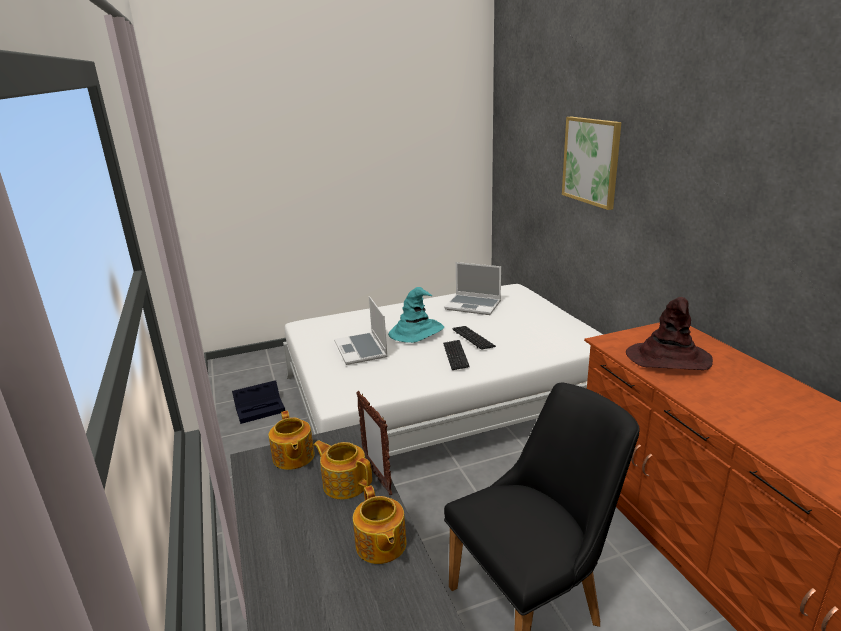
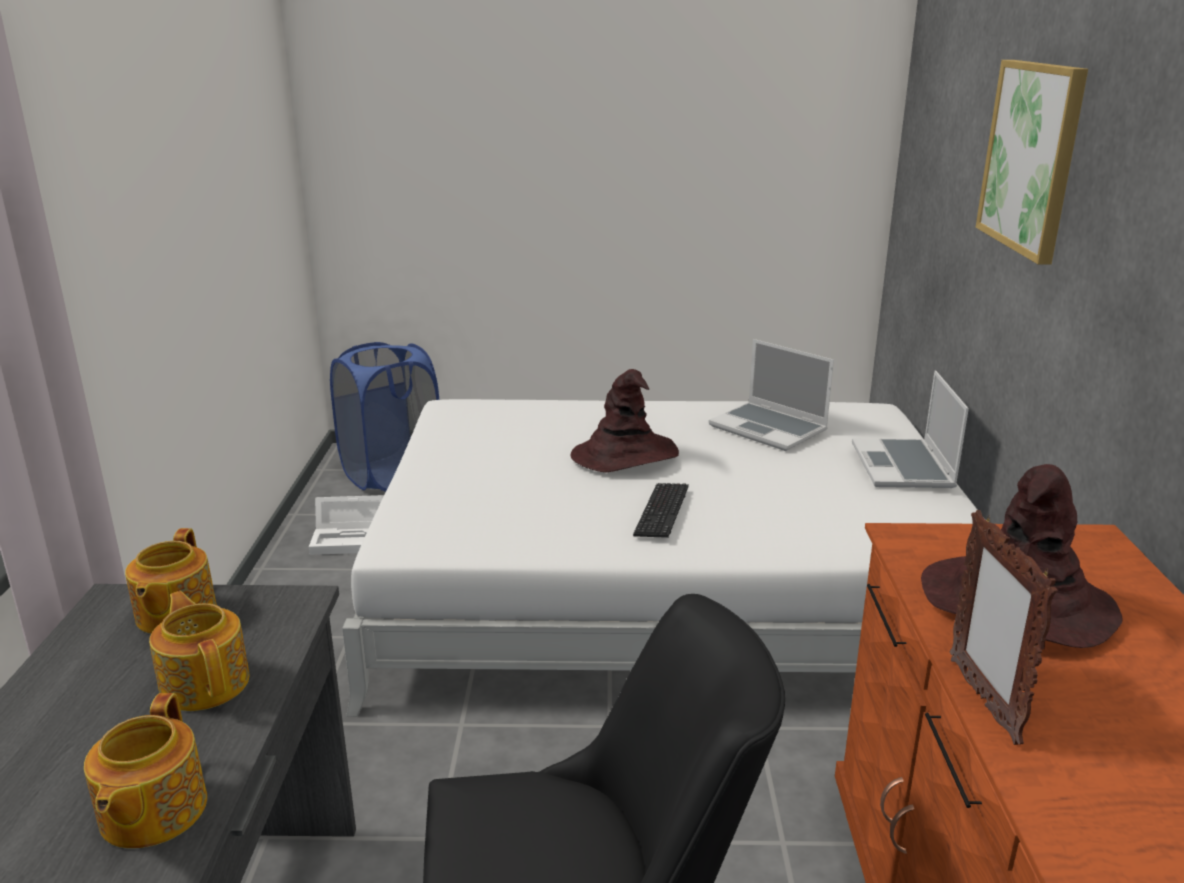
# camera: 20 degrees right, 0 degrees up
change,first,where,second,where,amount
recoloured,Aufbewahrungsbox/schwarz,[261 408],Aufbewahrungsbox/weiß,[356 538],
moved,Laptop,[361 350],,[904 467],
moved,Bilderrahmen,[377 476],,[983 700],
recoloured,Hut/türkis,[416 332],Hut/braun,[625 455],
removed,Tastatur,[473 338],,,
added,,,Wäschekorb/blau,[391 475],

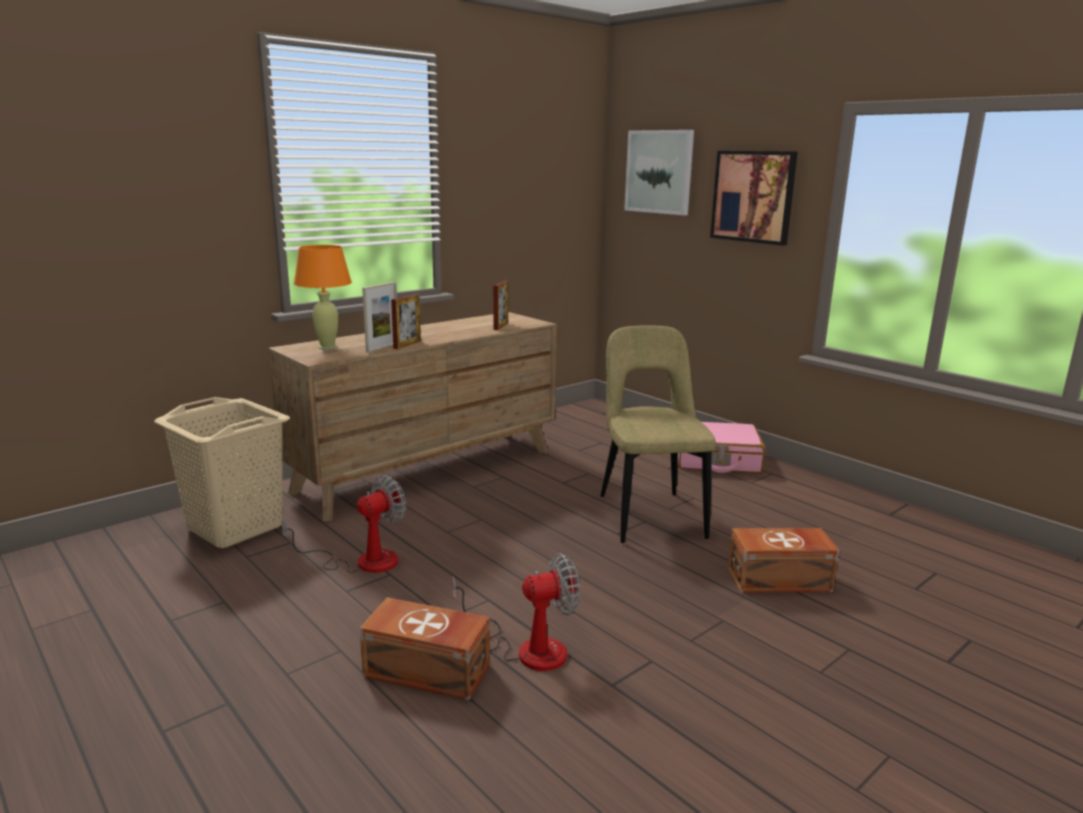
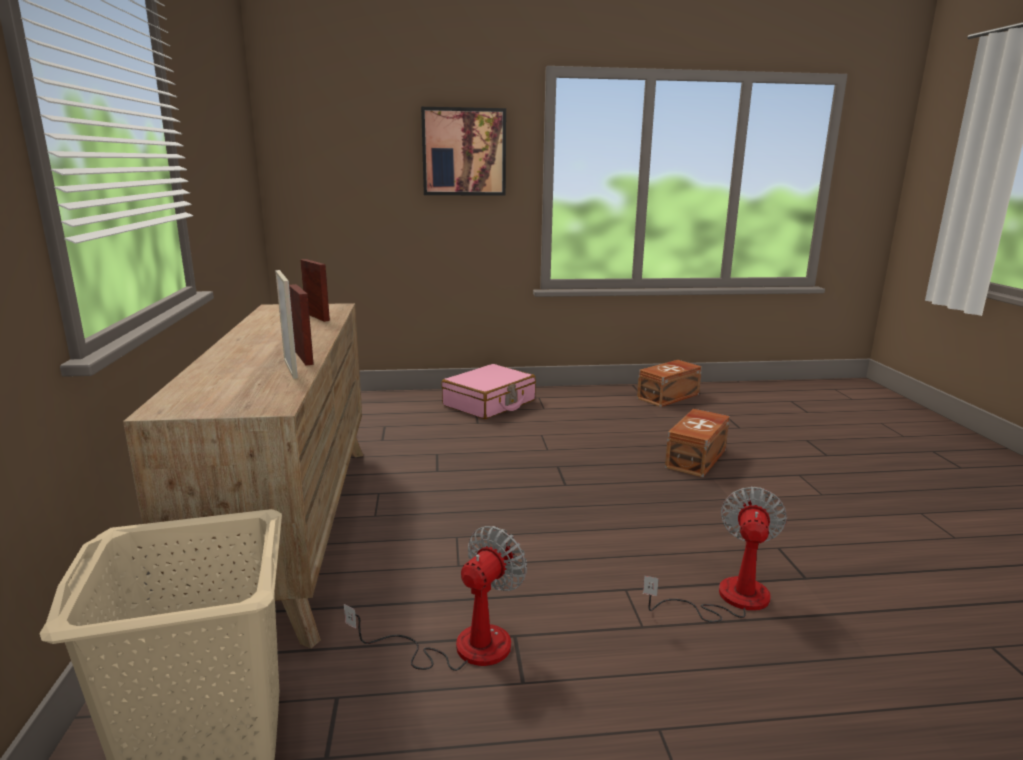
# camera: 55 degrees left, 0 degrees up
change,first,where,second,where,amount
turned,Ventilator,[362 561],,[461 647],45 degrees clockwise
removed,Tischlampe/orange,[327 347],,,
moved,Aufbewahrungsbox/braun,[428 672],,[669 396],
removed,Stuhl/beige,[649 514],,,
removed,Bild,[659 172],,,

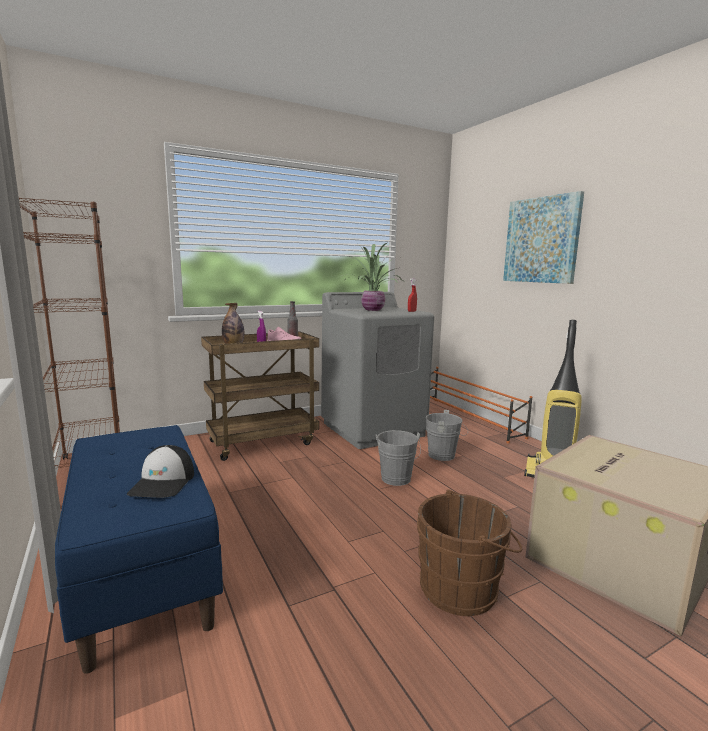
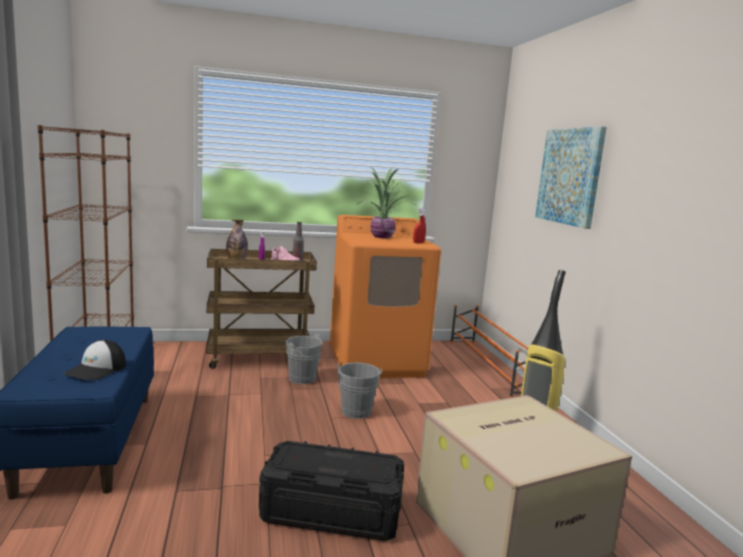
# camera: 15 degrees right, 0 degrees up
change,first,where,second,where,amount
recoloured,Waschmaschine/grau,[373 429],Waschmaschine/orange,[377 362],
replaced,Eimer/braun,[463 588],Aufbewahrungsbox/schwarz,[331 512],
moved,Eimer/grau,[444 456],,[304 380],

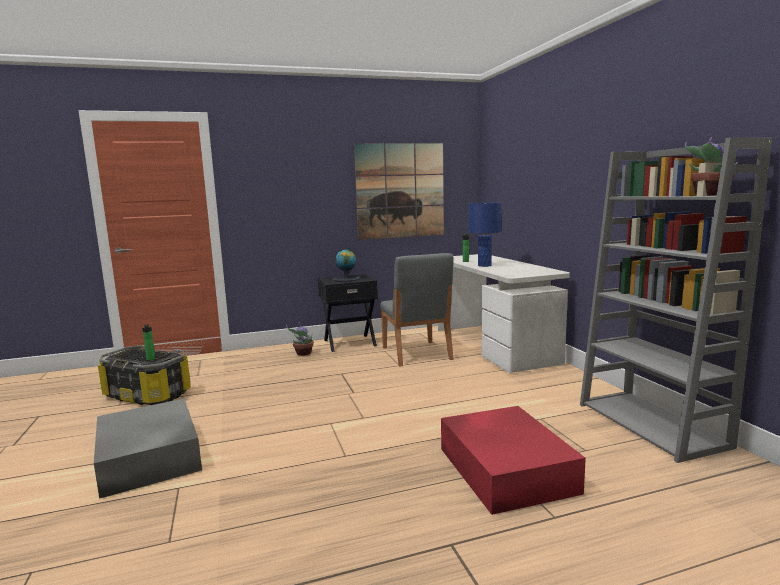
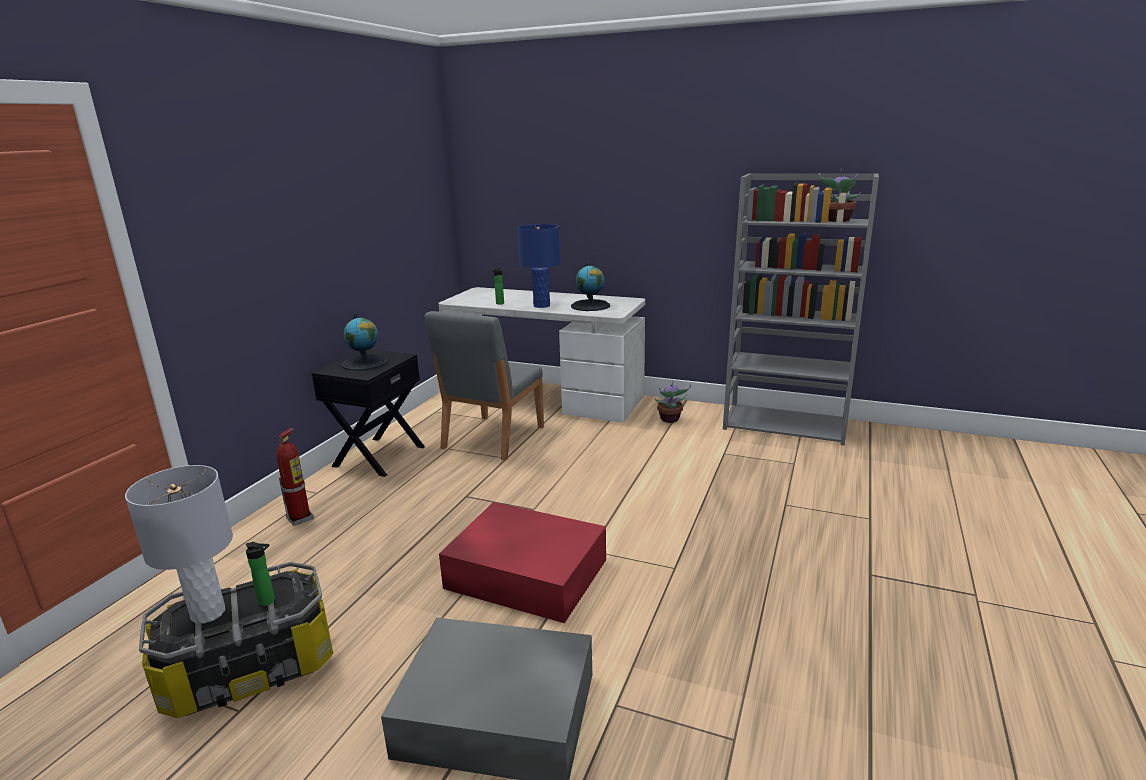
# camera: 50 degrees left, 10 degrees up
change,first,where,second,where,amount
moved,Topfpflanze,[303 353],,[670 419],
removed,Bild,[400 191],,,
turned,Stuhl/grau,[416 353],,[492 438],90 degrees clockwise
moved,Aufbewahrungsbox/rot,[506 468],,[525 573],
added,,,Tischlampe/grau,[208 613],
added,,,Feuerlöscher,[300 518],
added,,,Globus,[590 306],

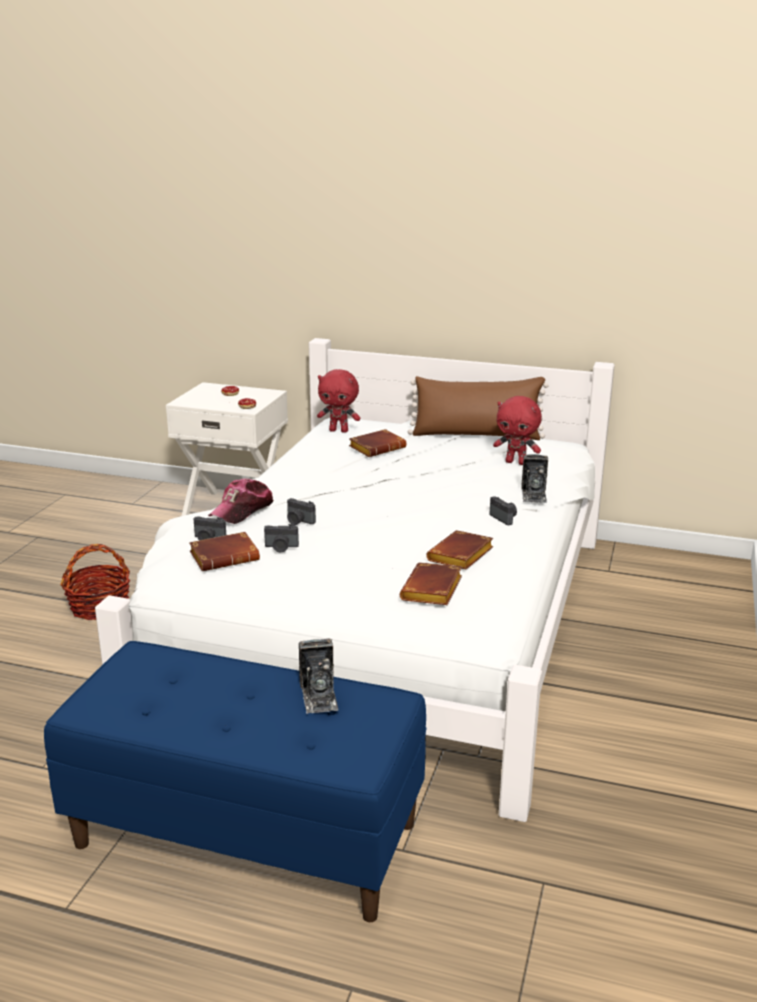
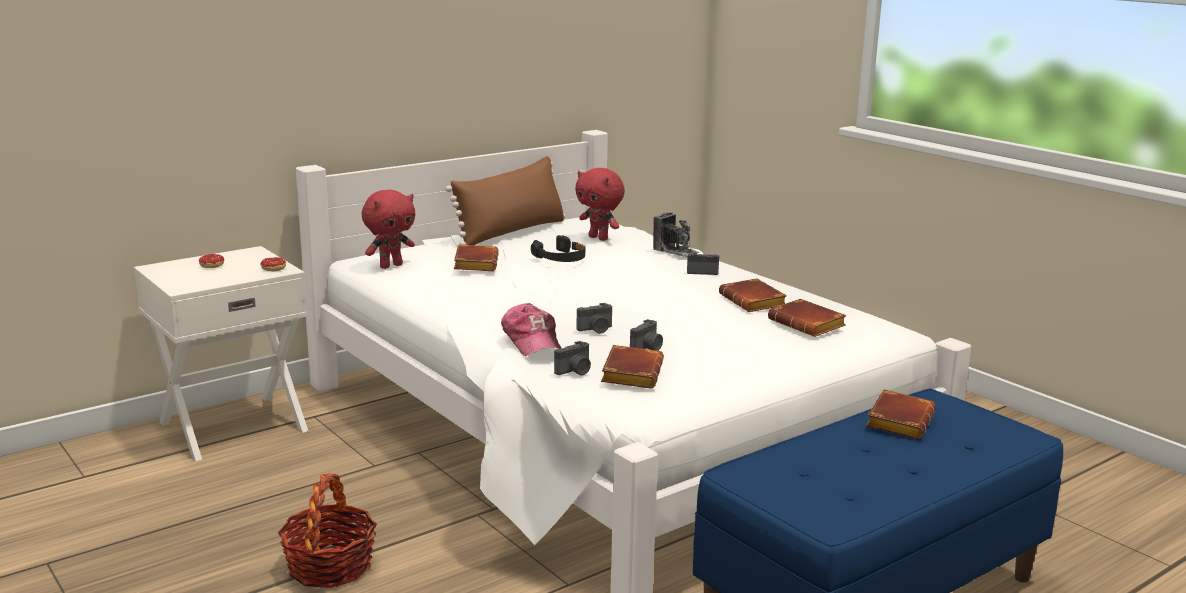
# camera: 55 degrees left, 5 degrees down
change,first,where,second,where,amount
replaced,Kamera,[319 695],Buch/braun,[898 420],
turned,Plüschtier/rot,[516 462],,[599 238],75 degrees clockwise
added,,,Kopfhörer/schwarz,[561 258],

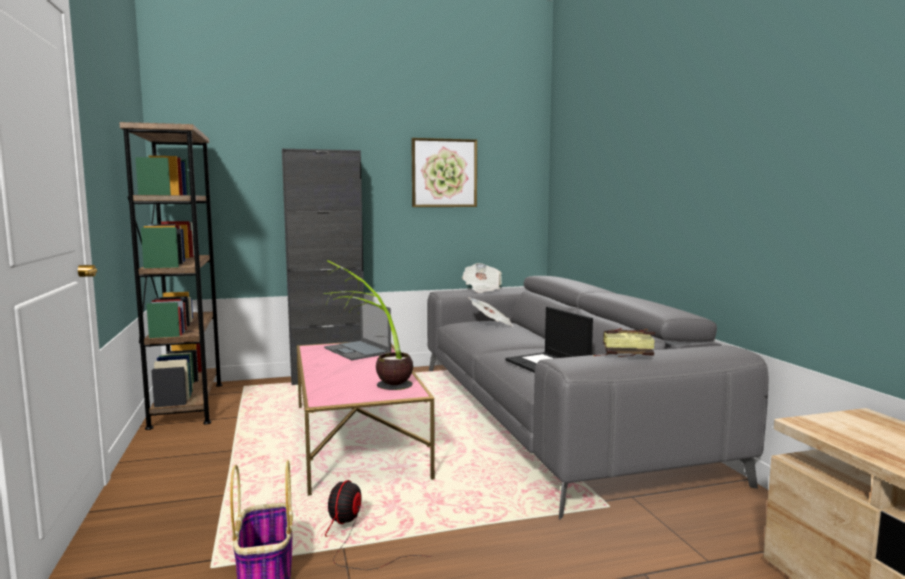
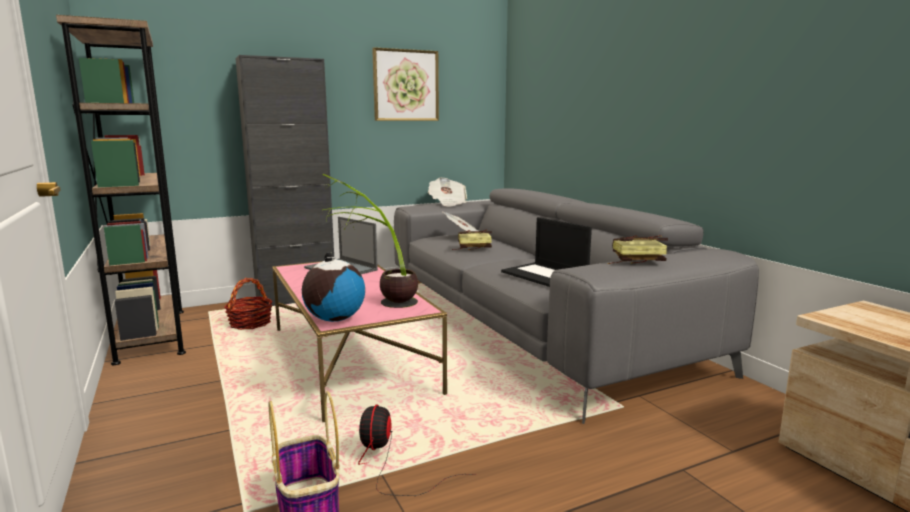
# camera: 10 degrees left, 5 degrees up
change,first,where,second,where,amount
added,,,Korb,[250 323],
added,,,Globus,[334 319],
added,,,Buch,[470 248],

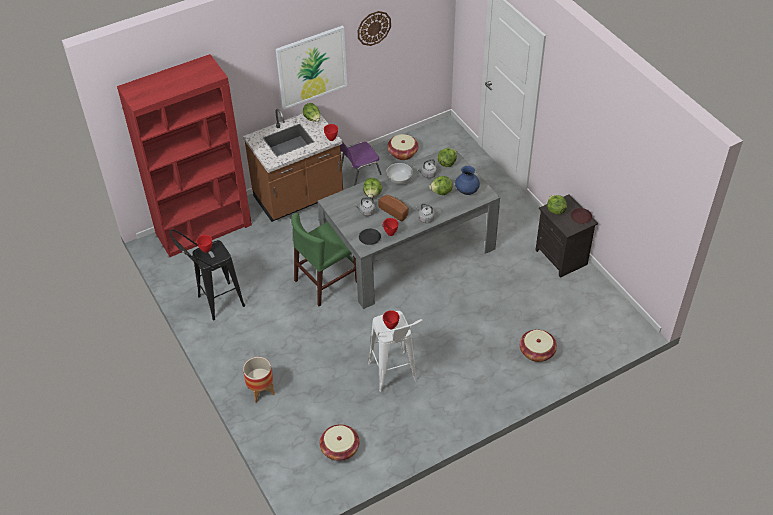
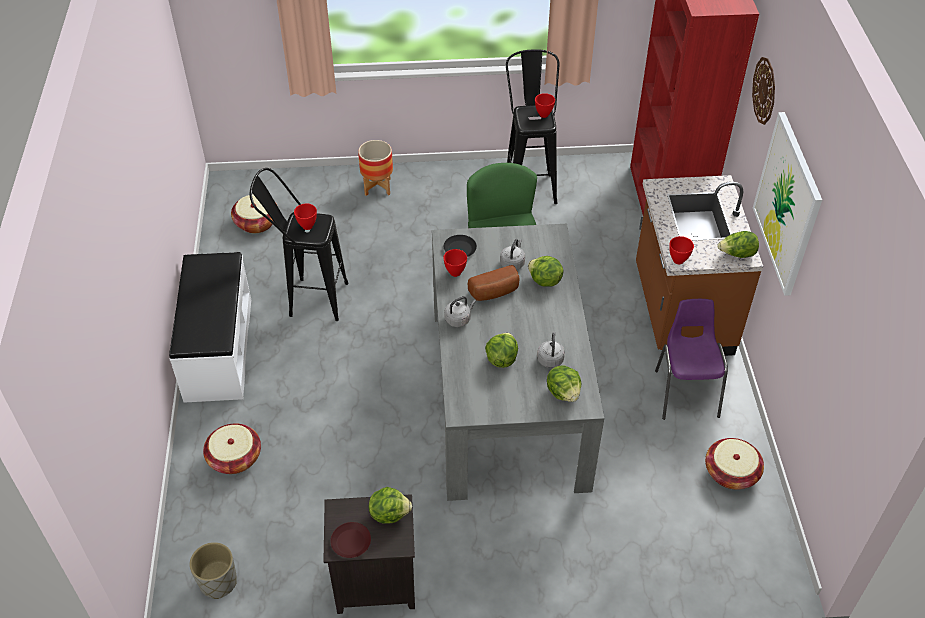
# camera: 115 degrees right, 0 degrees up
change,first,where,second,where,amount
moved,Wanduhr,[374 28],,[764 90],
recoloured,Hocker/weiß,[395 378],Hocker/schwarz,[308 298],
removed,Schüssel/weiß,[399 180],,,
removed,Vase/blau,[467 191],,,
added,,,Bank/weiß,[217 349],
added,,,Pflanzkübel/grau,[218 582],

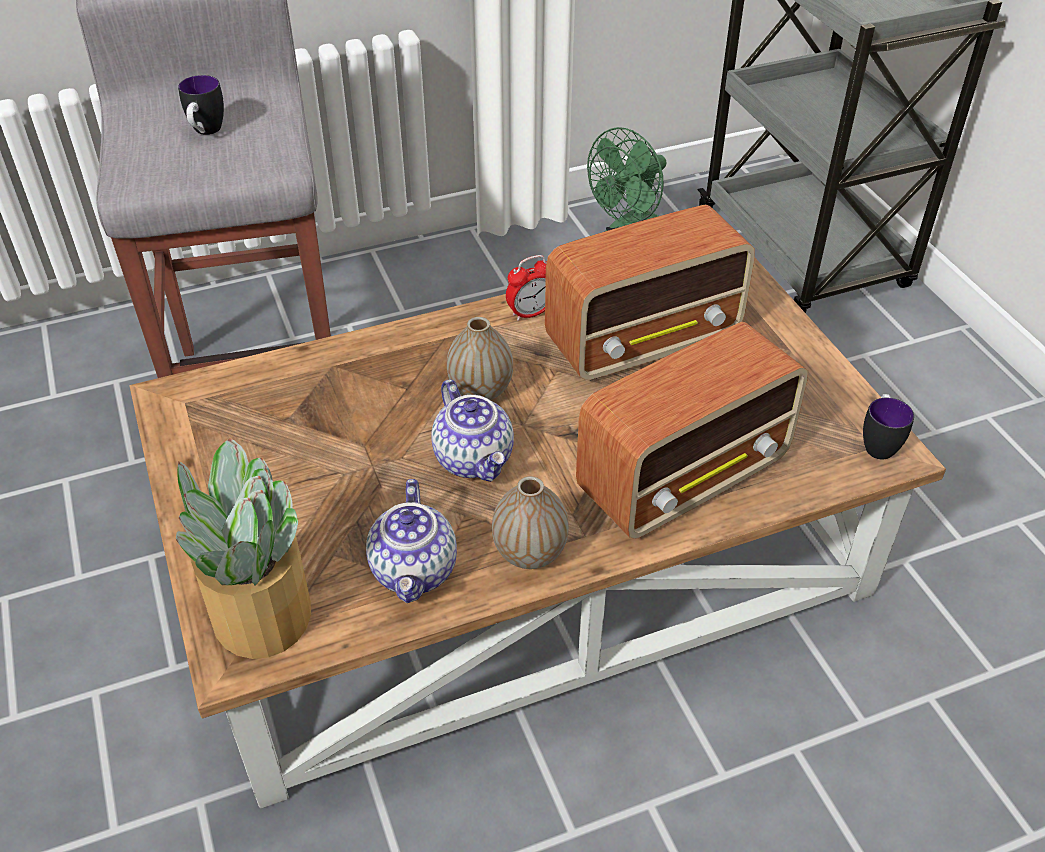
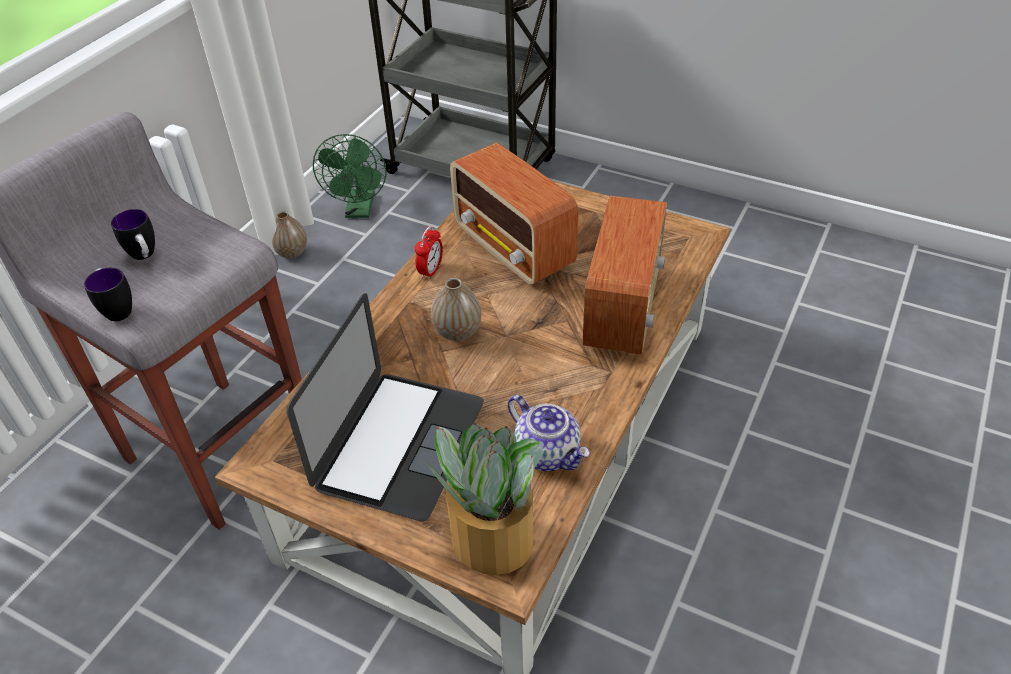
# camera: 40 degrees left, 0 degrees up
change,first,where,second,where,amount
removed,Teekanne,[475 459],,,
moved,Vase,[530 552],,[291 252],
turned,Radio,[645 340],,[514 249],120 degrees clockwise
moved,Henkelbecher,[878 443],,[117 309],
added,,,Laptop,[399 443],

